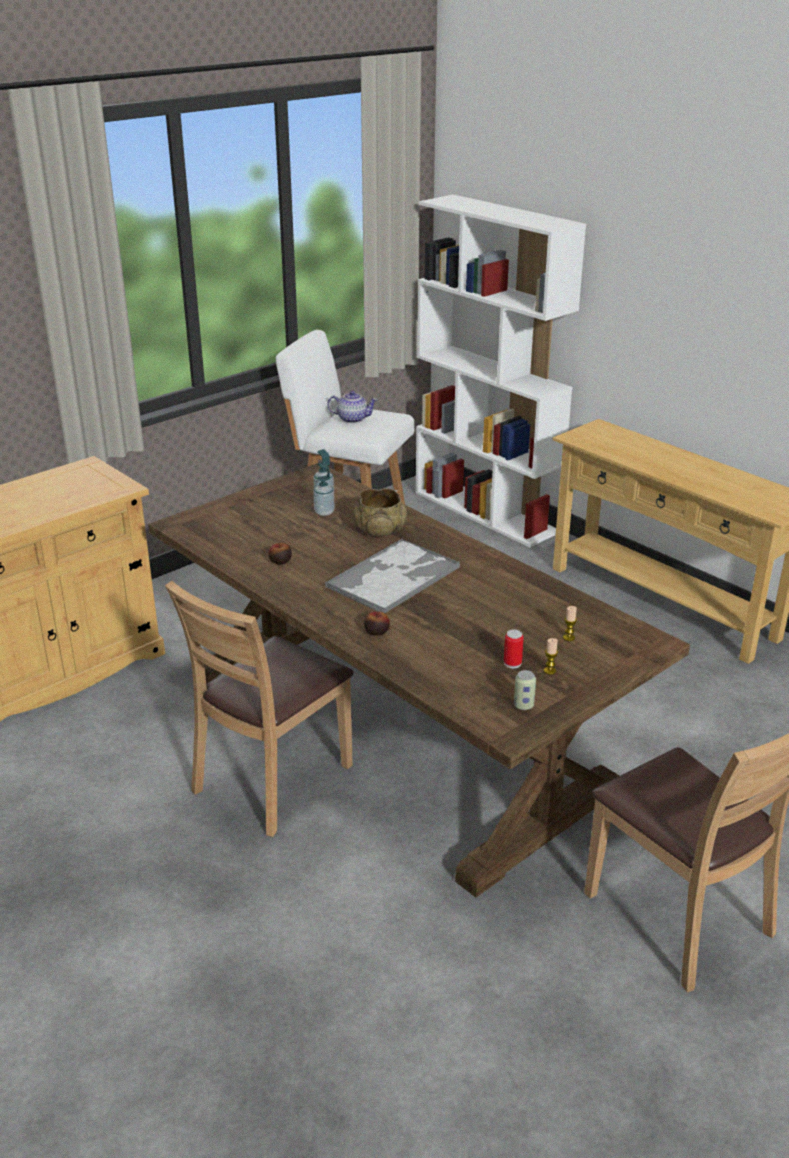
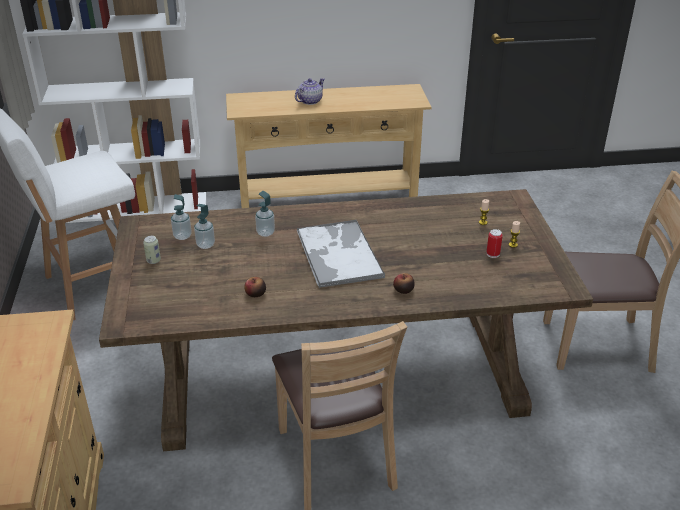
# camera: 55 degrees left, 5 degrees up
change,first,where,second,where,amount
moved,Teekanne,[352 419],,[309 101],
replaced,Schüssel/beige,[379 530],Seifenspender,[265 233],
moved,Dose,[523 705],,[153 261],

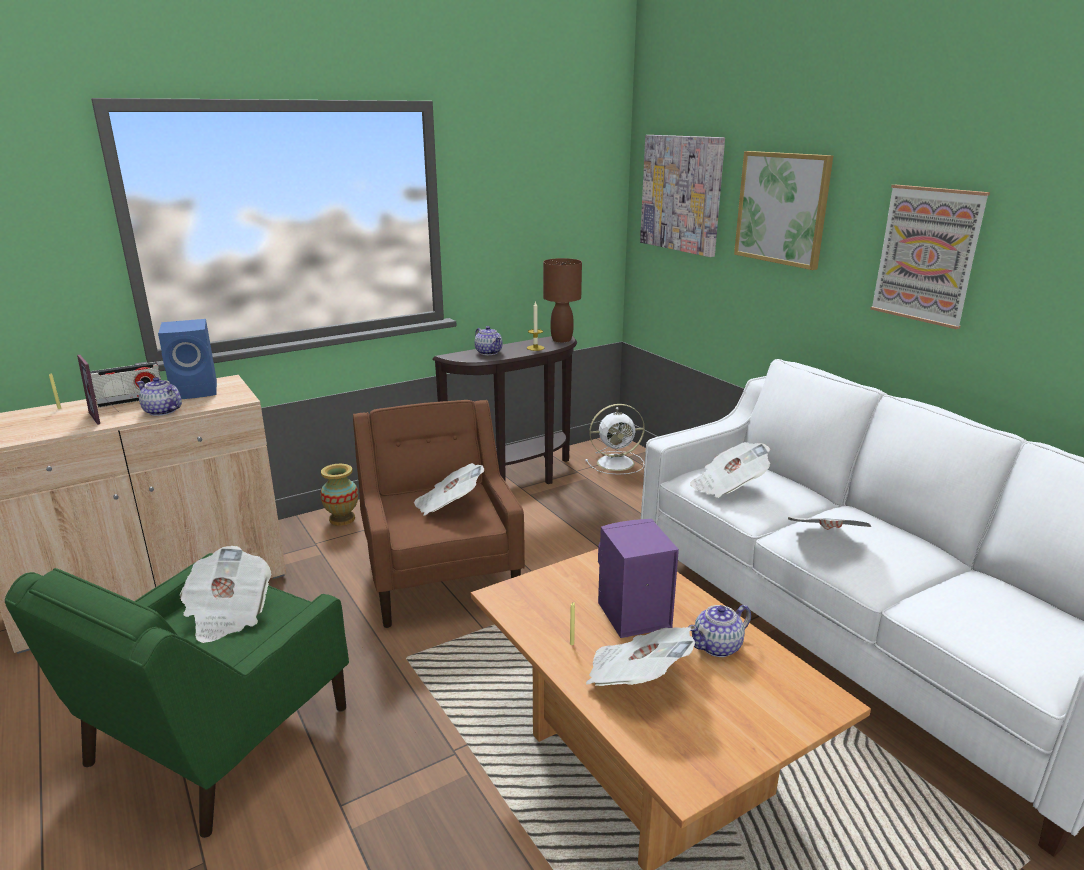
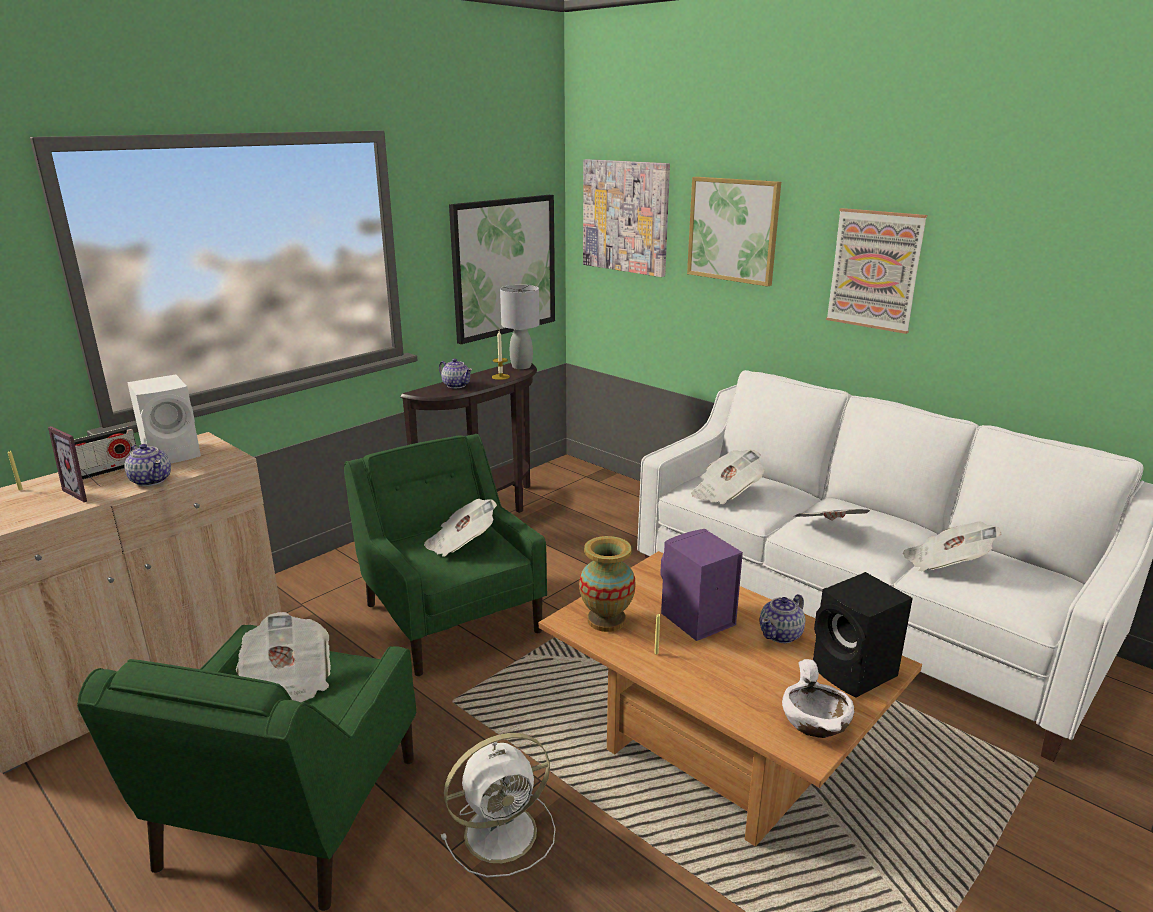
# camera: 15 degrees left, 0 degrees up
change,first,where,second,where,amount
turned,Teekanne,[162 411],,[151 480],150 degrees counterclockwise
recoloured,Lautsprecher/blau,[197 390],Lautsprecher/weiß,[174 454],
moved,Vase,[342 519],,[606 620],
recoloured,Sessel/braun,[441 575],Sessel/grün,[451 616],
recoloured,Tischlampe/braun,[561 340],Tischlampe/grau,[521 366],
moved,Ventilator/weiß,[617 463],,[504 831],
moved,Zeitung,[635 678],,[945 565],
added,,,Bild,[504 267],
added,,,Schüssel/weiß,[815 722],
added,,,Lautsprecher/schwarz,[855 674],

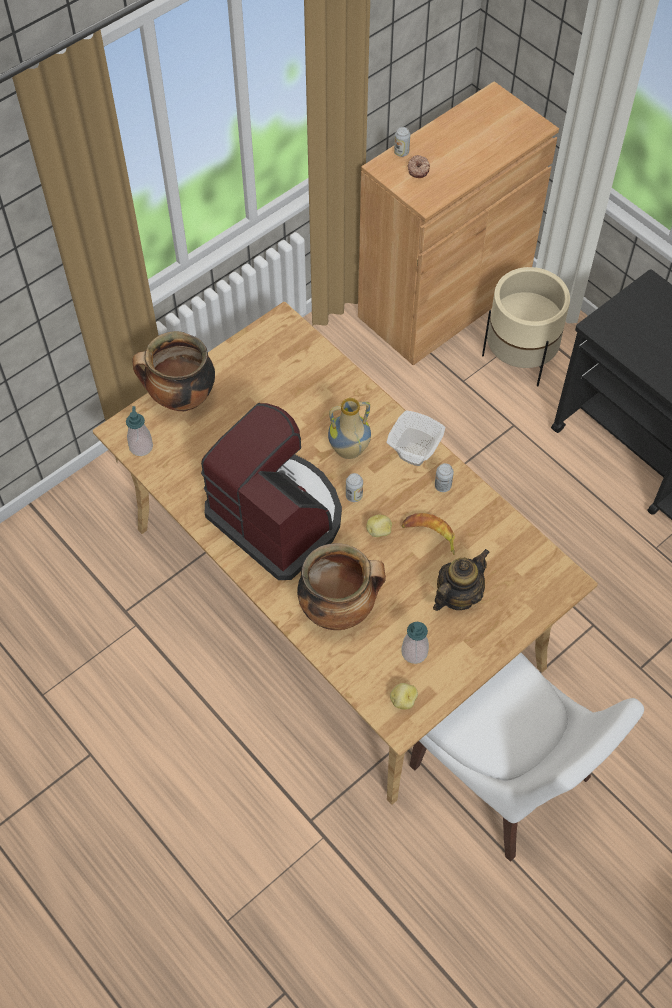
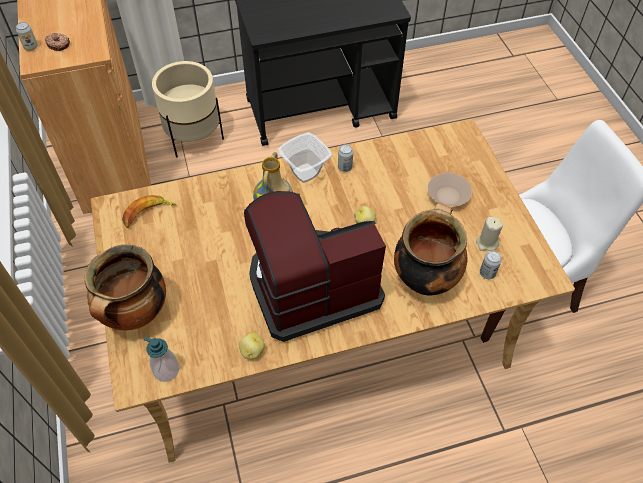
# camera: 65 degrees left, 5 degrees down
change,first,where,second,where,amount
moved,Dose,[354 496],,[487 273],
moved,Kartoffel,[403 700],,[252 351],
moved,Banane,[429 535],,[147 214],
replaced,Seifenspender,[414 652],Kerze/beige,[486 243],
replaced,Teekanne,[457 595],Schüssel/beige,[447 197],

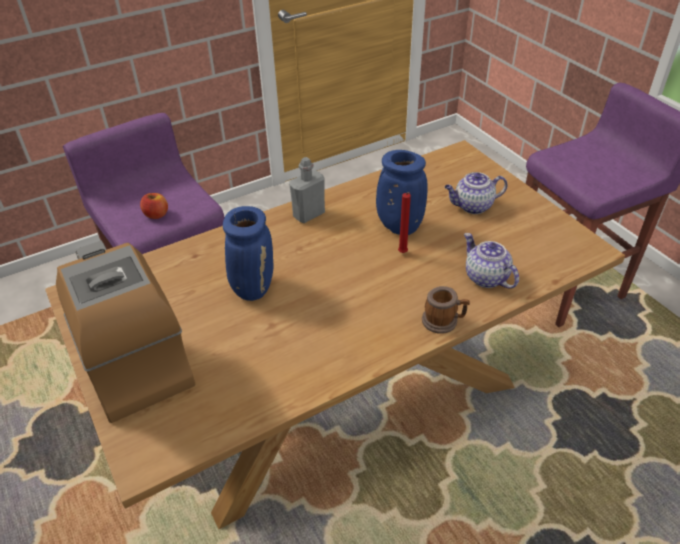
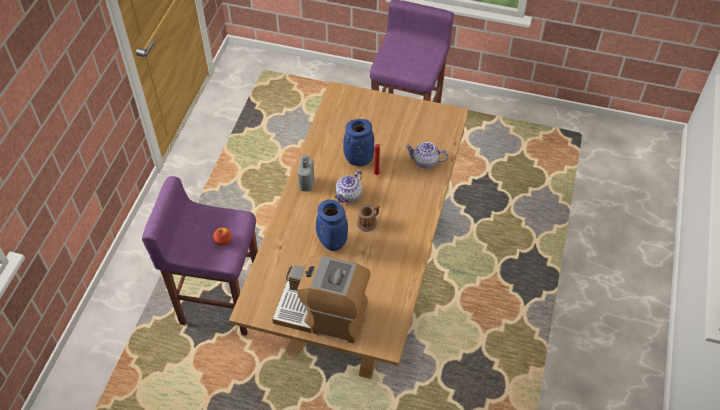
# camera: 45 degrees left, 10 degrees up
change,first,where,second,where,amount
moved,Henkelbecher,[443 321],,[368 222],
moved,Teekanne,[472 206],,[348 196],

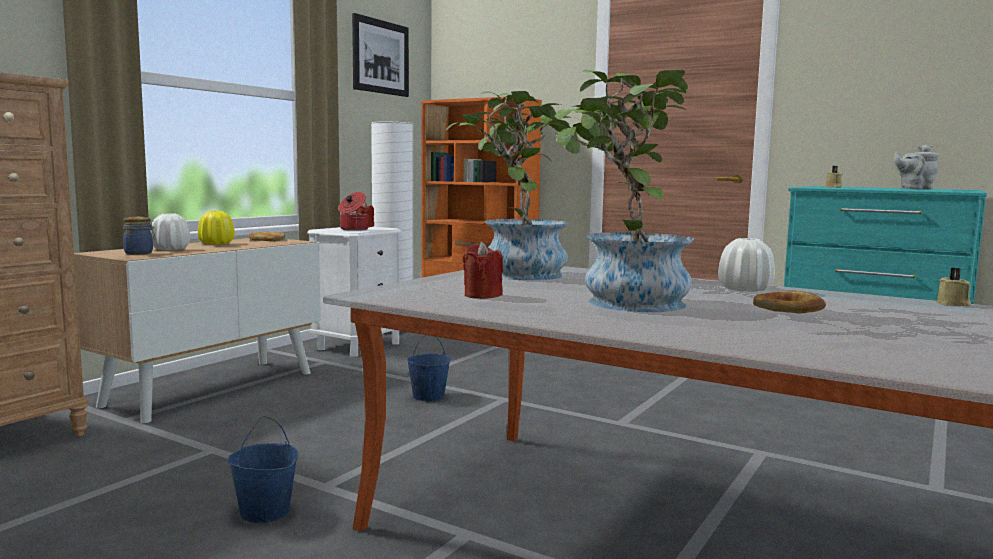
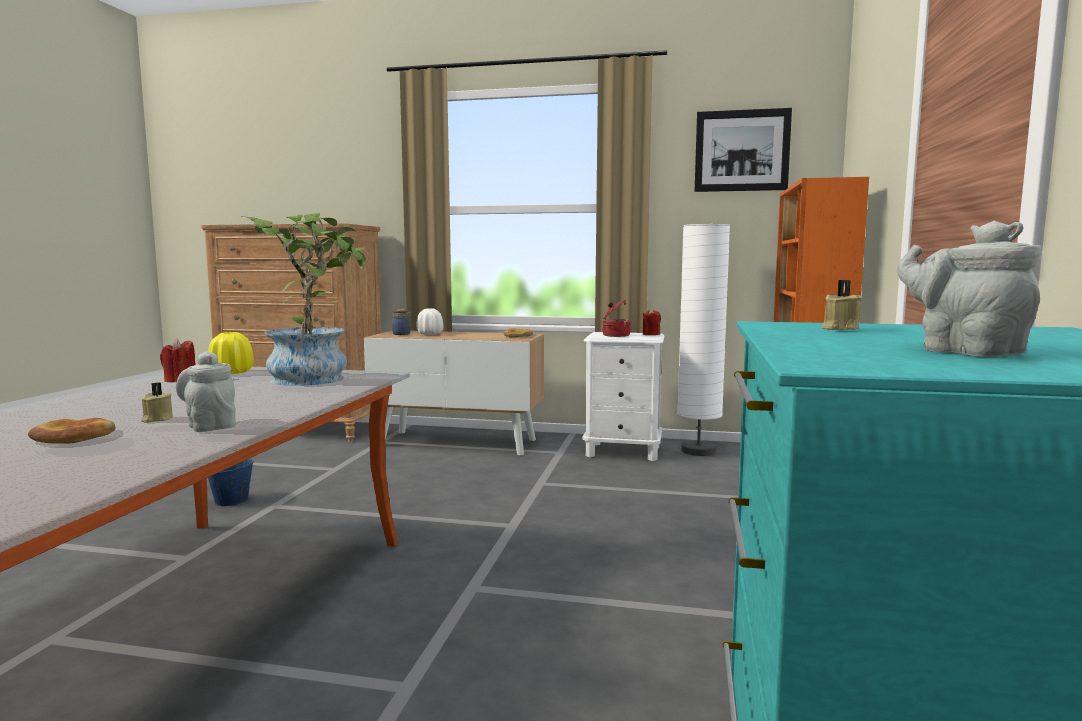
# camera: 70 degrees right, 0 degrees up
change,first,where,second,where,amount
moved,Vase/gelb,[216 244],,[232 372],
removed,Eimer/blau,[428 396],,,
removed,Topfpflanze,[620 301],,,
replaced,Vase/weiß,[744 290],Teekanne/grau,[210 425],
moved,Kerze/beige,[953 304],,[157 419],

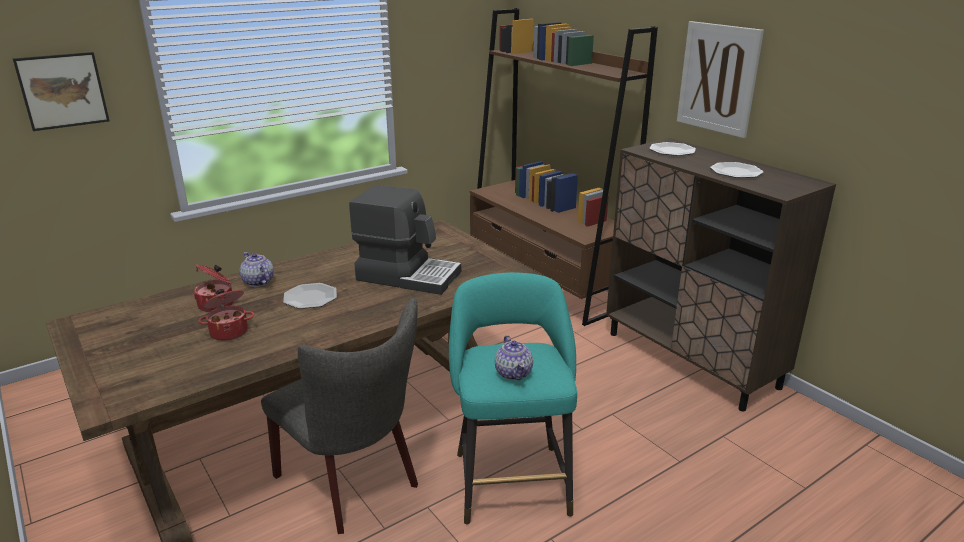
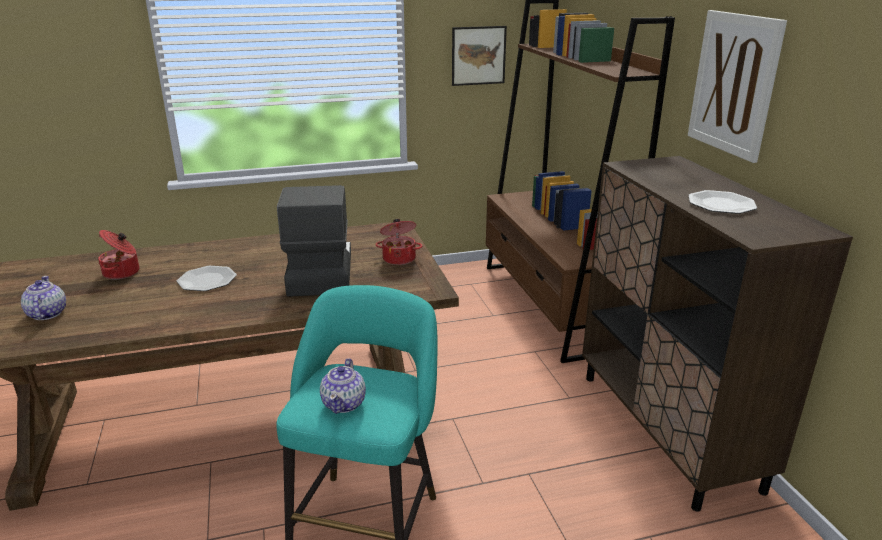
# camera: 20 degrees right, 0 degrees up
change,first,where,second,where,amount
moved,Bild,[63 91],,[478 55],
moved,Kochtopf,[229 331],,[399 258],
moved,Teekanne,[258 282],,[46 314],
removed,Stuhl/grau,[353 484],,,
turned,Kaffeemaschine,[408 275],,[319 273],135 degrees counterclockwise
removed,Teller,[672 151],,,

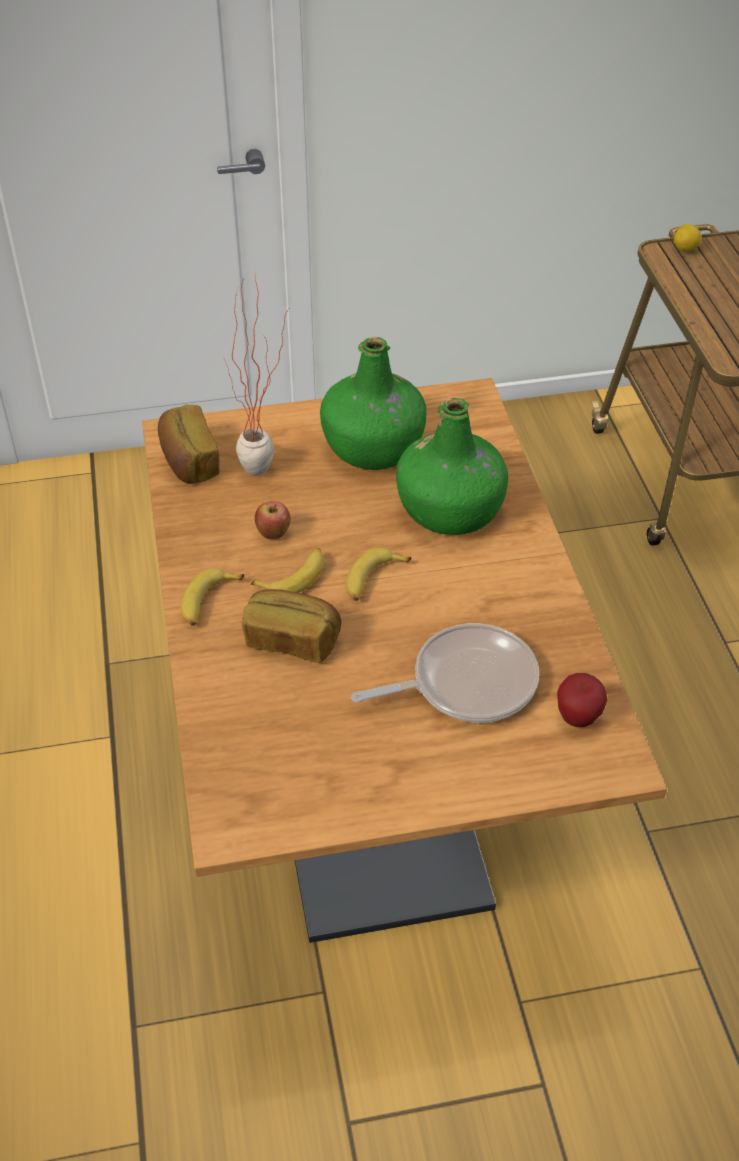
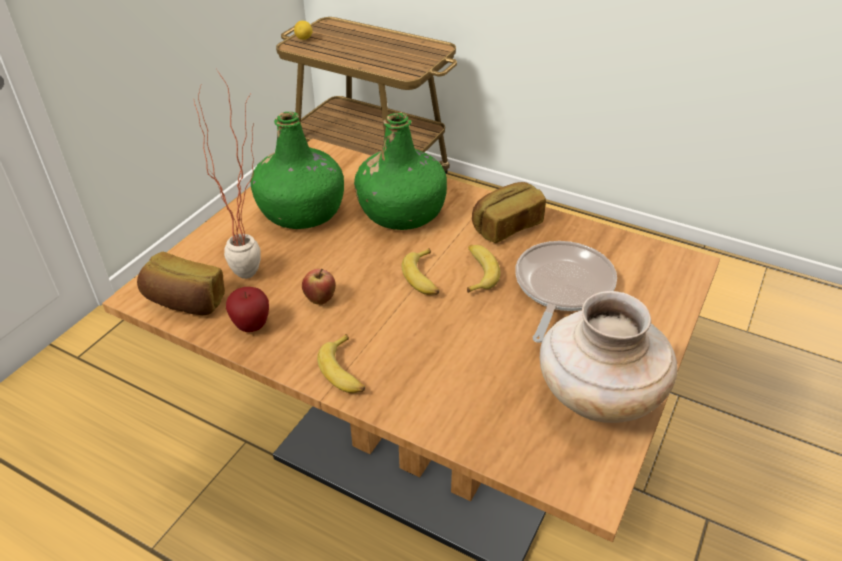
# camera: 50 degrees left, 5 degrees down
change,first,where,second,where,amount
moved,Brot,[292 639],,[506 226],
moved,Banane,[294 577],,[478 272],
moved,Apfel,[578 718],,[252 326],
added,,,Vase/beige,[597 397],

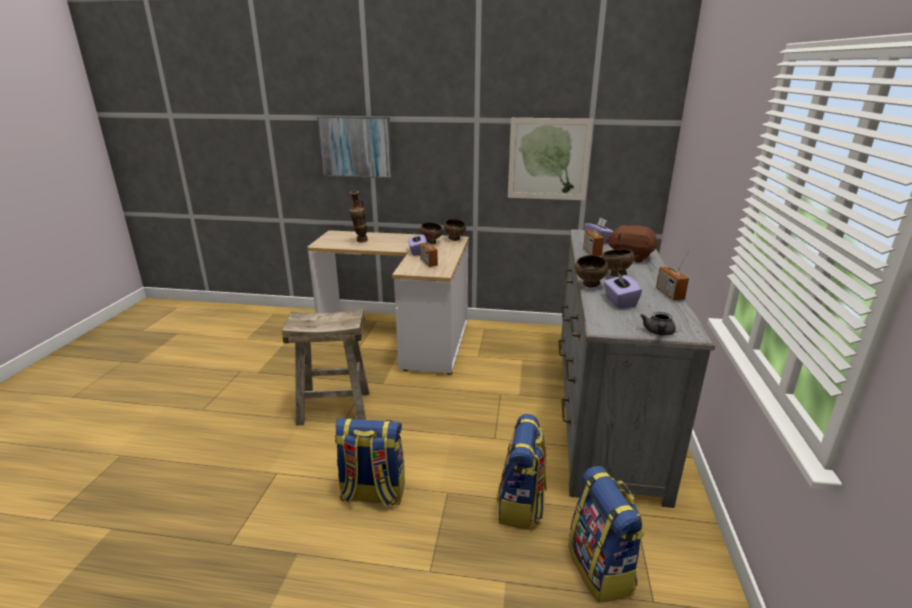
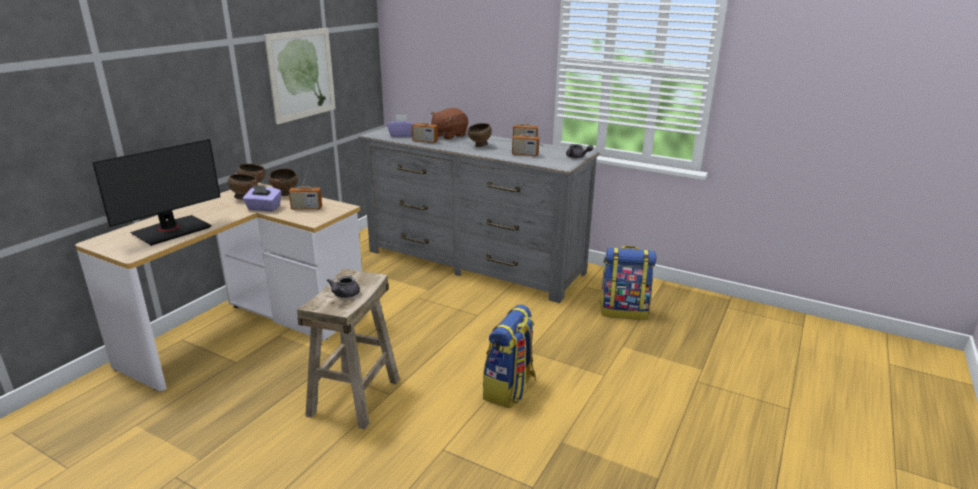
# camera: 70 degrees left, 0 degrees up
change,first,where,second,where,amount
removed,Bild,[356 147],,,
replaced,Vase,[360 242],Monitor,[171 230],
removed,Rucksack,[521 505],,,
moved,Schüssel/braun,[590 285],,[286 194],
replaced,Taschentuchbox/lila,[619 301],Radio,[525 154],
added,,,Teekanne/grau,[344 295],

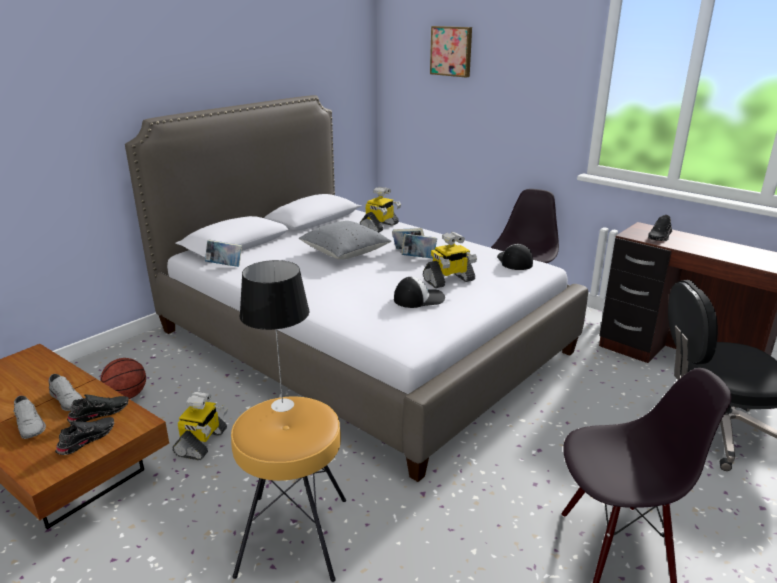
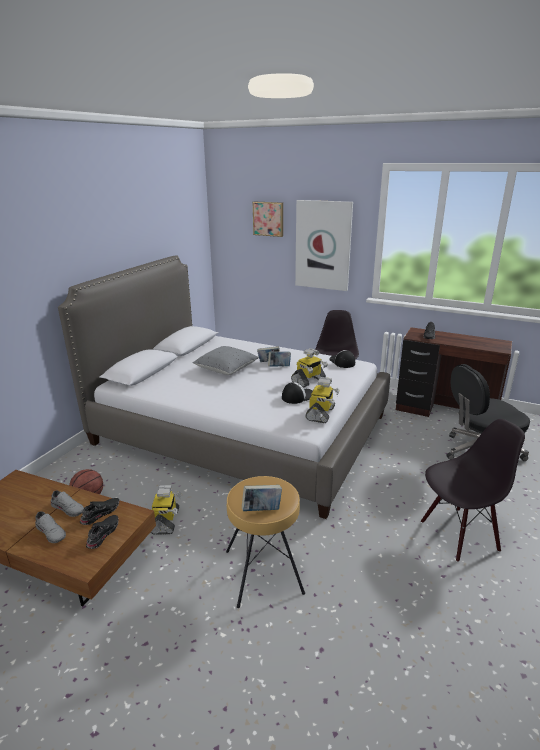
# camera: 15 degrees left, 0 degrees up
change,first,where,second,where,amount
moved,Buch,[225 266],,[262 510],
removed,Tischlampe,[282 404],,,
moved,Spielzeugroboter,[380 227],,[321 414],
added,,,Bild,[323 245],

